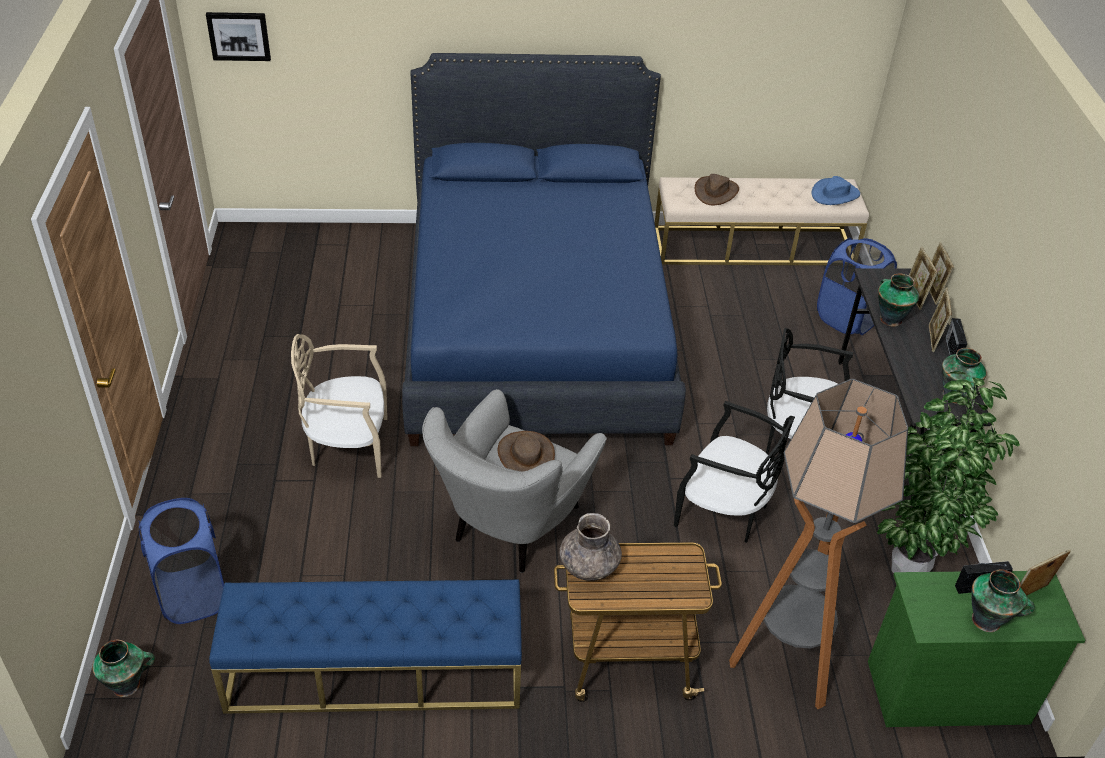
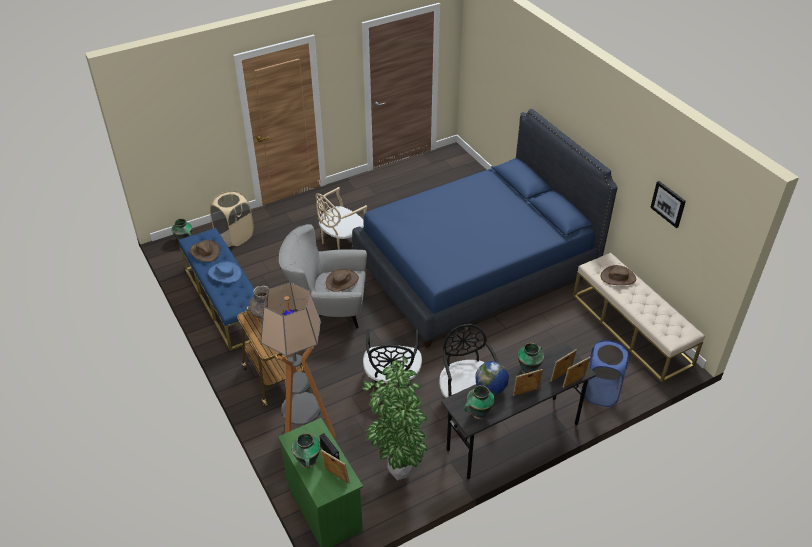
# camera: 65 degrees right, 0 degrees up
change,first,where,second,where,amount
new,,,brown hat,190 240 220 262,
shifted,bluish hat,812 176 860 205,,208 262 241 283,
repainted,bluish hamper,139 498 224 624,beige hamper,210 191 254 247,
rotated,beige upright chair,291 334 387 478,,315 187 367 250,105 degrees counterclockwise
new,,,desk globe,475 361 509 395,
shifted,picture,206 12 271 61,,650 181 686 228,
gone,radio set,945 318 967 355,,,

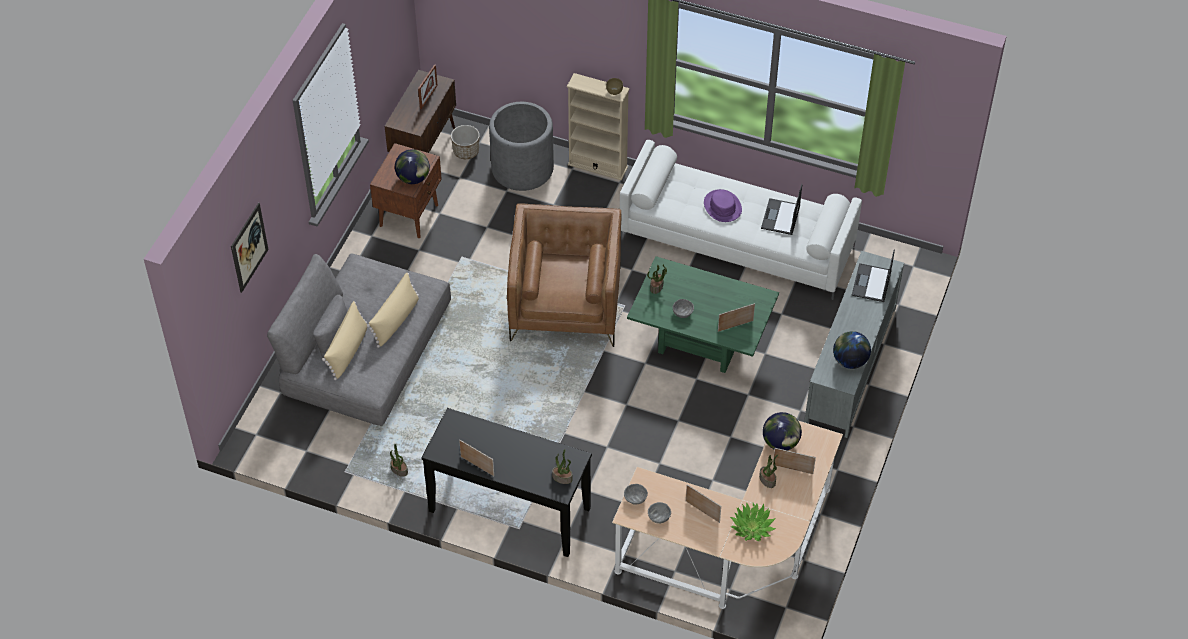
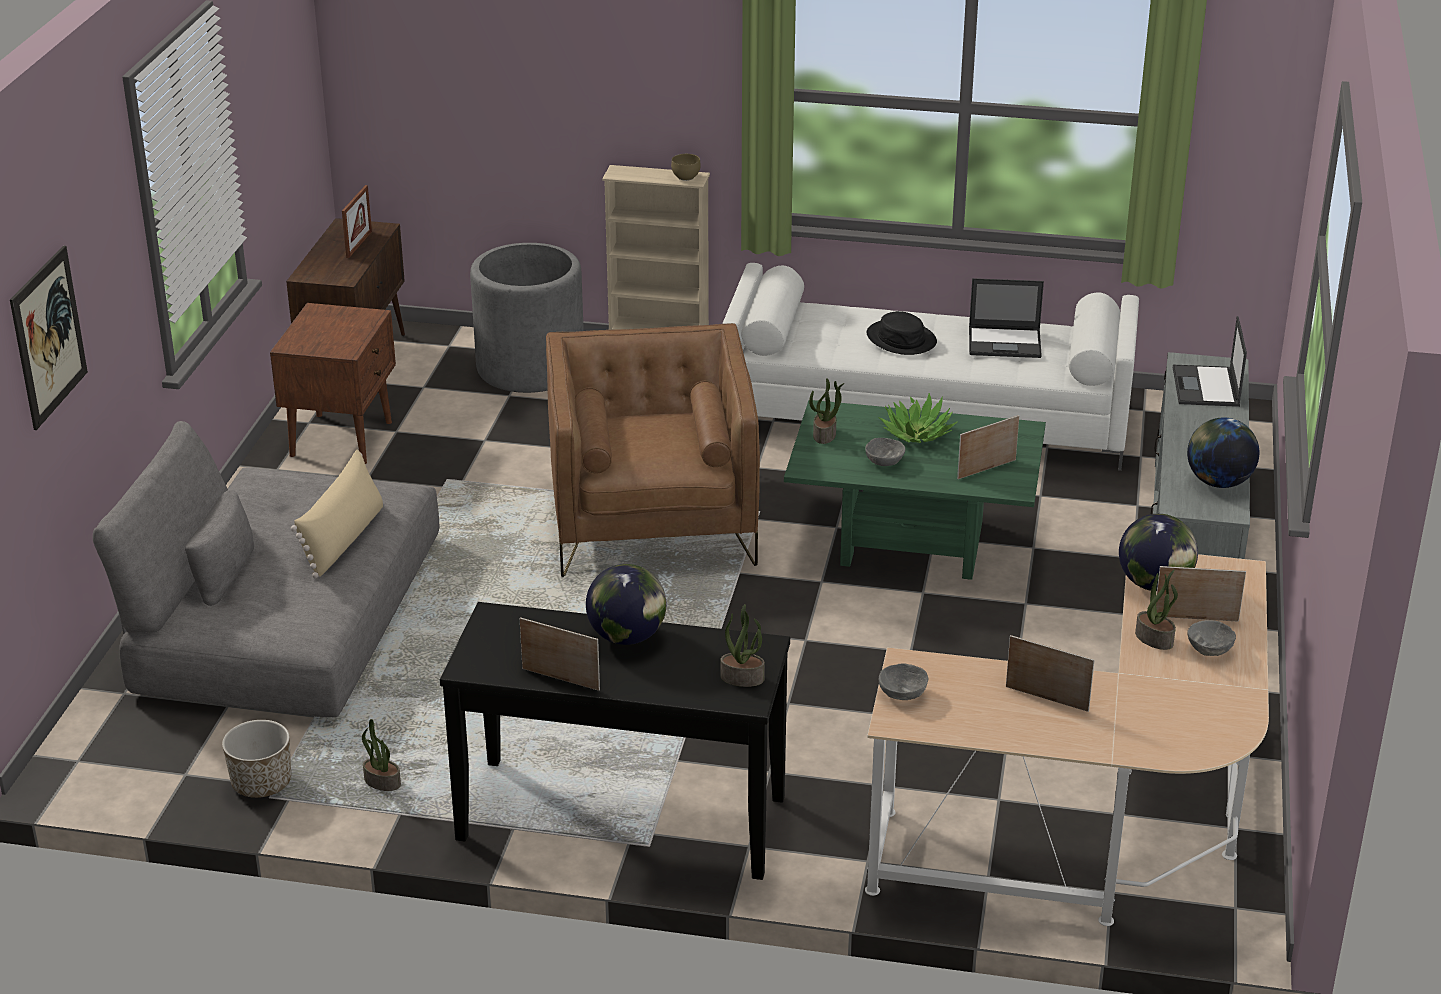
# camera: 10 degrees left, 20 degrees down
change,first,where,second,where,amount
shifted,plant pot,451 125 480 159,,222 720 291 798,
shifted,desk globe,395 149 430 184,,586 564 666 645,
repainted,purple hat,704 189 742 222,black-coloured hat,867 311 937 355,
shifted,potted plant,730 502 776 542,,879 393 957 443,
rotated,portable computer,761 184 802 235,,969 278 1044 358,90 degrees counterclockwise
shifted,grey deep dish,648 502 671 524,,1188 620 1236 656,
gone,beige cushion,322 301 367 380,,,

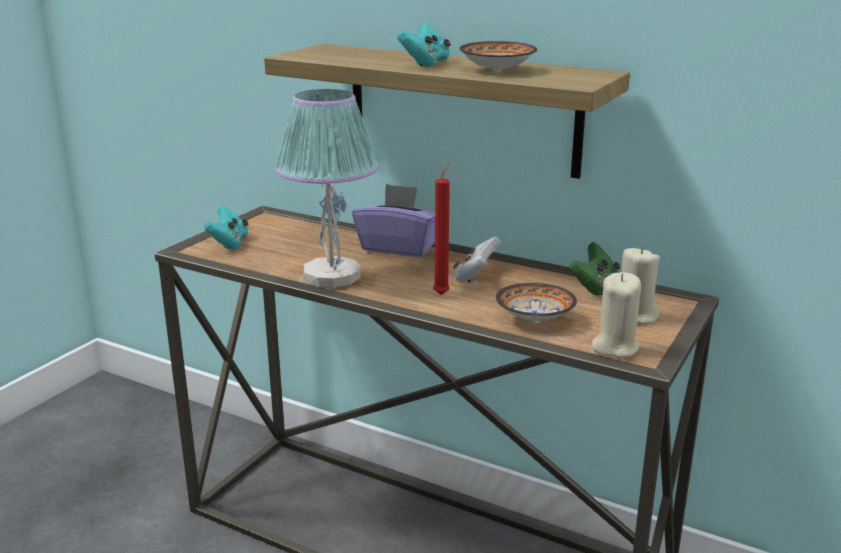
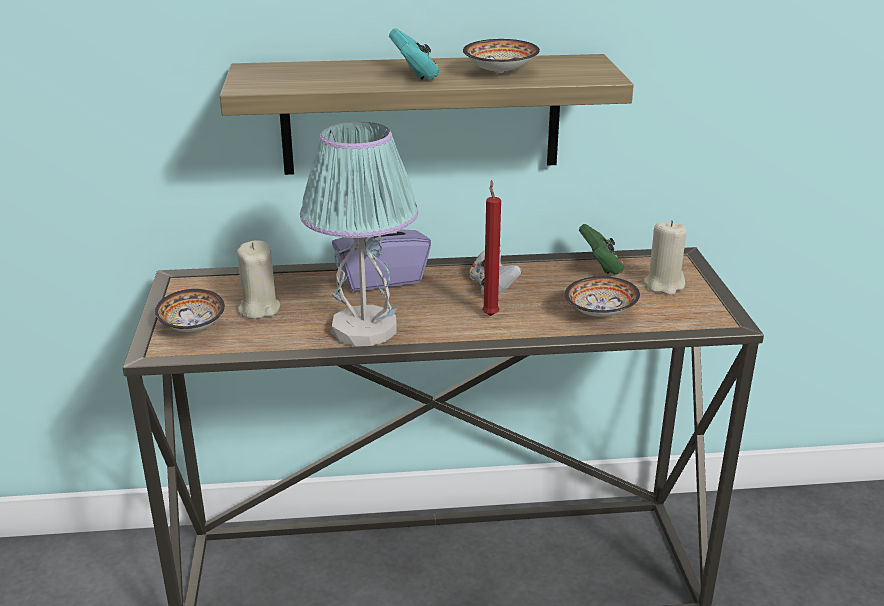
# camera: 35 degrees left, 5 degrees up
change,first,where,second,where,amount
swapped,turquoise-coloured game controller,204 205 249 250,deep dish,155 289 225 332,
shifted,beige wax candle,592 273 641 358,,237 240 280 319,

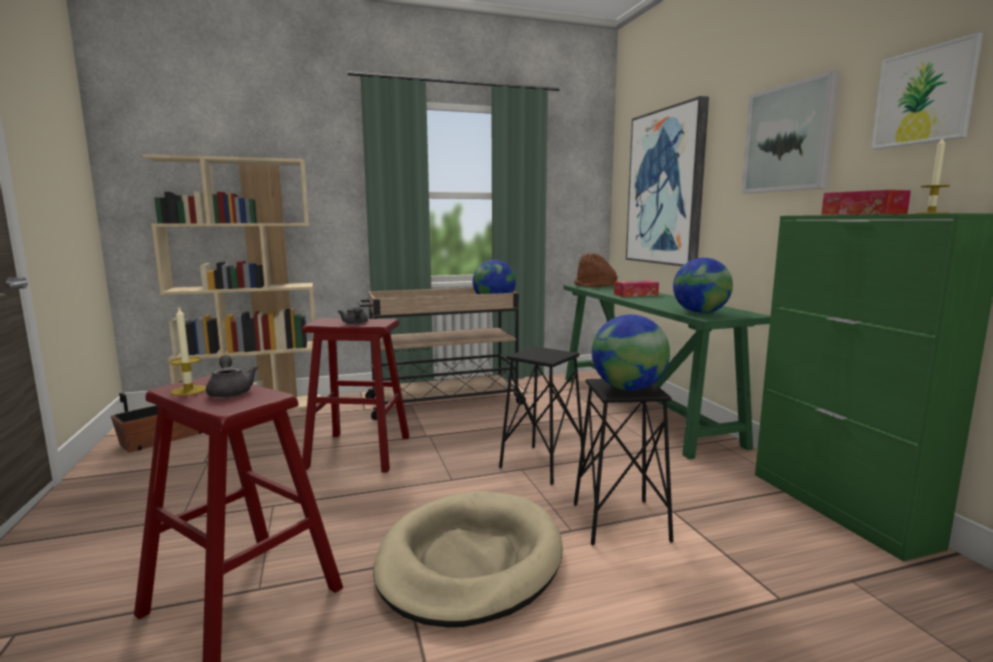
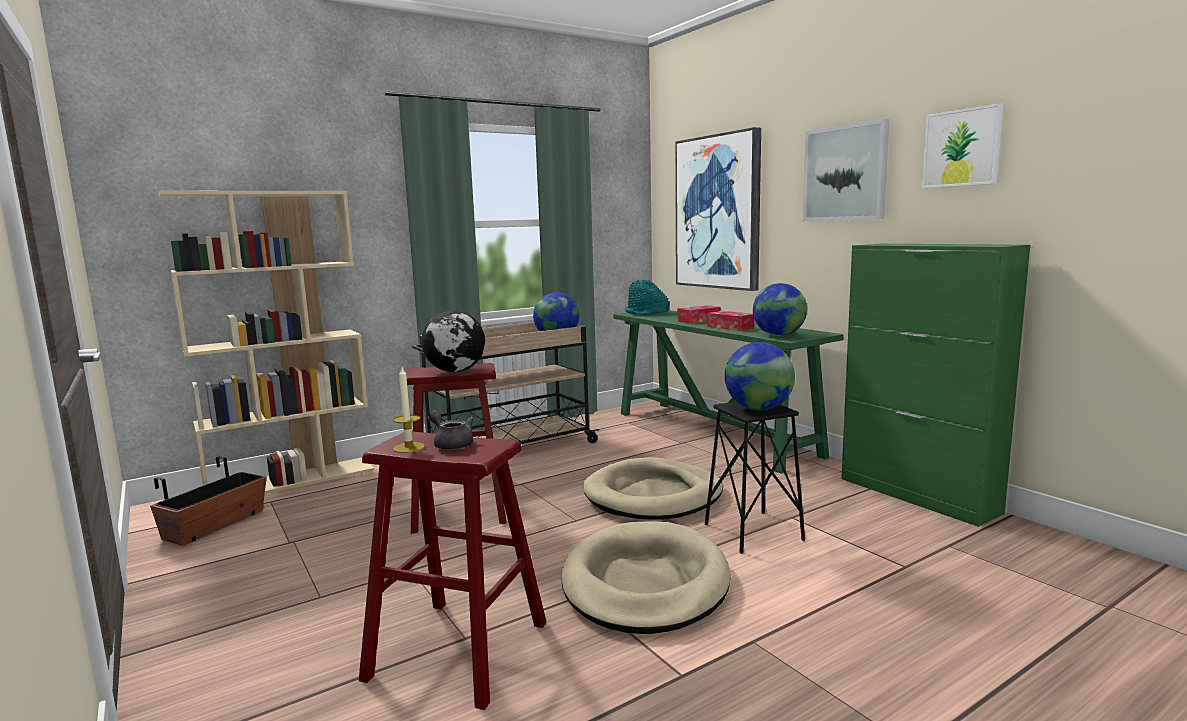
# camera: 15 degrees left, 0 degrees up
change,first,where,second,where,amount
swapped,grey tea pot,338 307 368 324,desk globe,421 311 485 372,
swapped,black-coloured stool,499 346 585 485,beige pet bed,583 457 723 520,
repainted,brown hat,574 254 617 287,turquoise-coloured hat,625 280 670 315,
shifted,tissue holder,821 190 911 215,,707 311 754 331,
gone,wax candle,914 137 950 214,,,

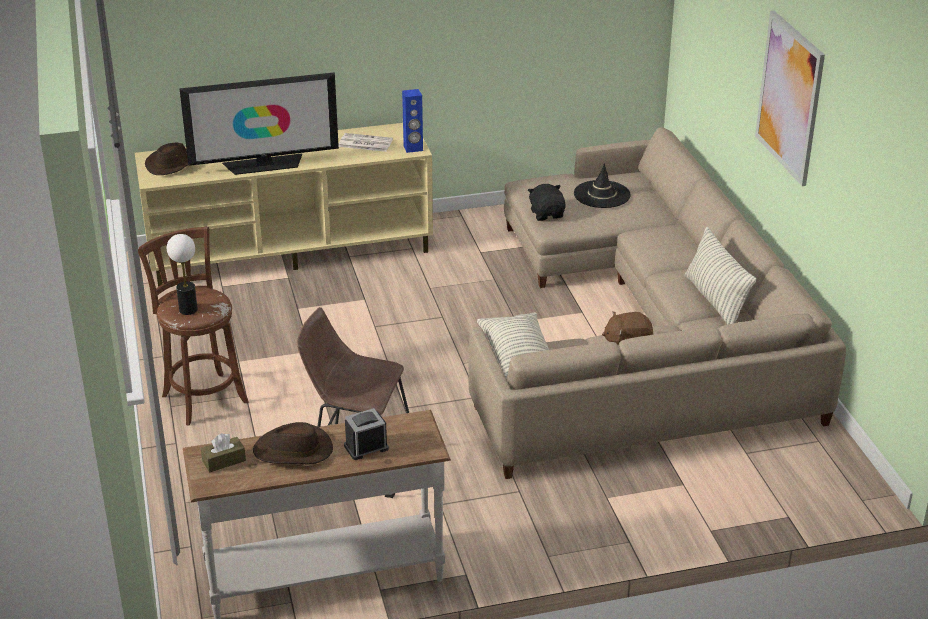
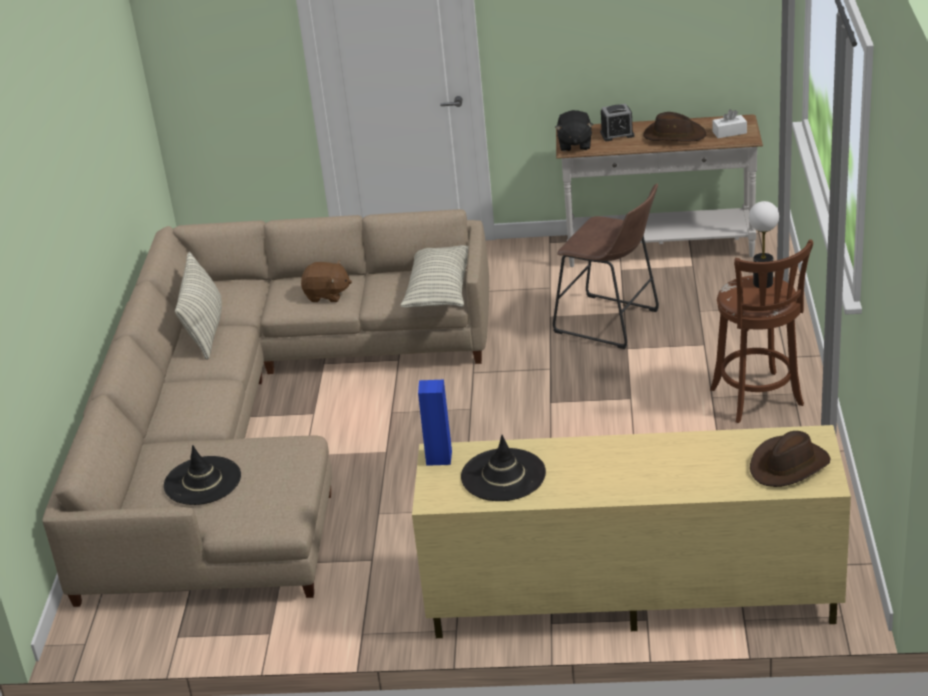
# camera: 160 degrees left, 0 degrees up
change,first,where,second,where,amount
swapped,printed paper,339 133 393 152,black-coloured hat,461 435 546 501,
shifted,black-coloured plush toy,528 184 566 221,,555 110 593 152,
repainted,brown tissue holder,201 433 246 472,white-coloured tissue holder,712 109 747 138,
gone,TV set,179 73 339 175,,,
gone,picture,755 11 825 186,,,

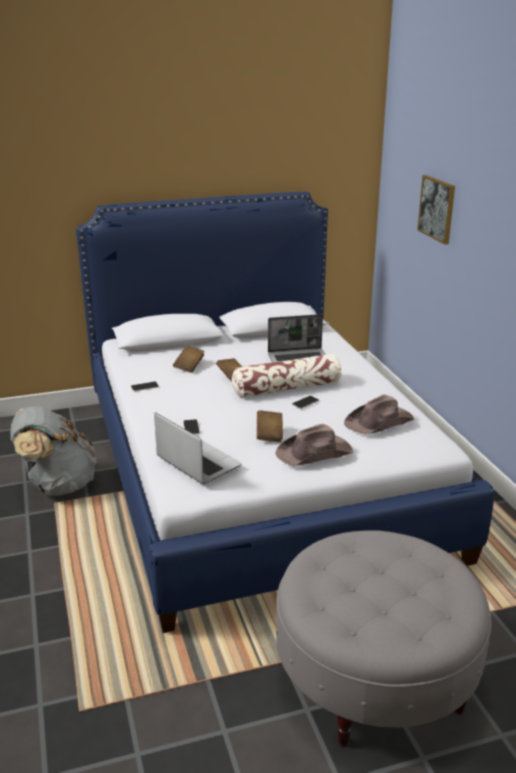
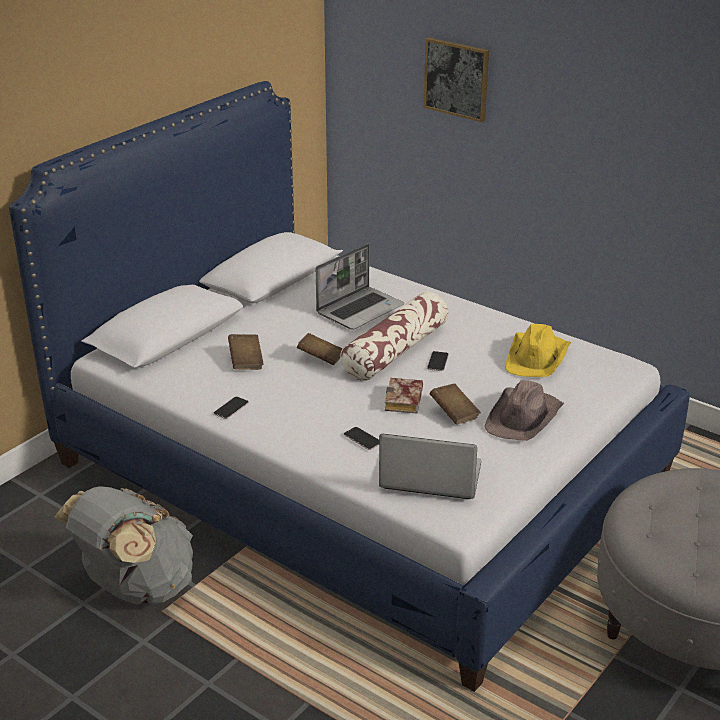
# camera: 35 degrees left, 5 degrees up
change,first,where,second,where,amount
new,,,bound book,385 378 423 414,
repainted,brown hat,344 395 414 434,yellow-coloured hat,505 324 571 377,

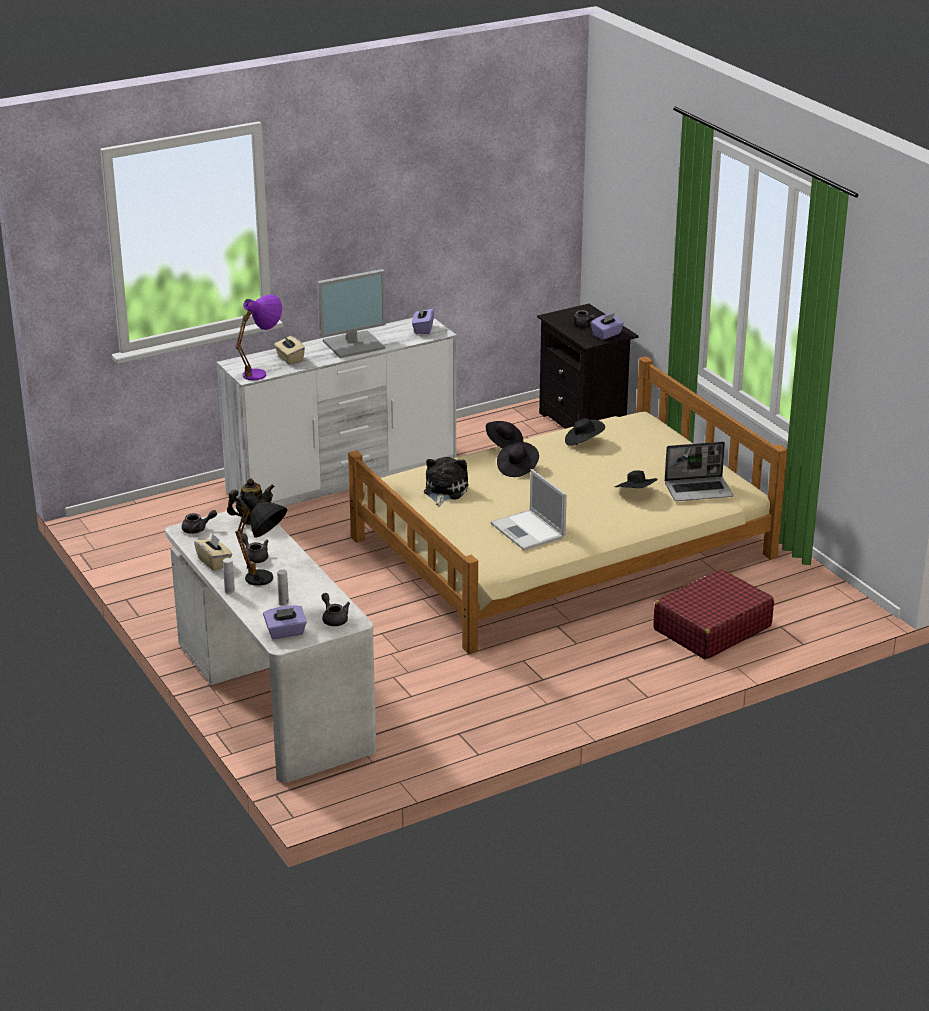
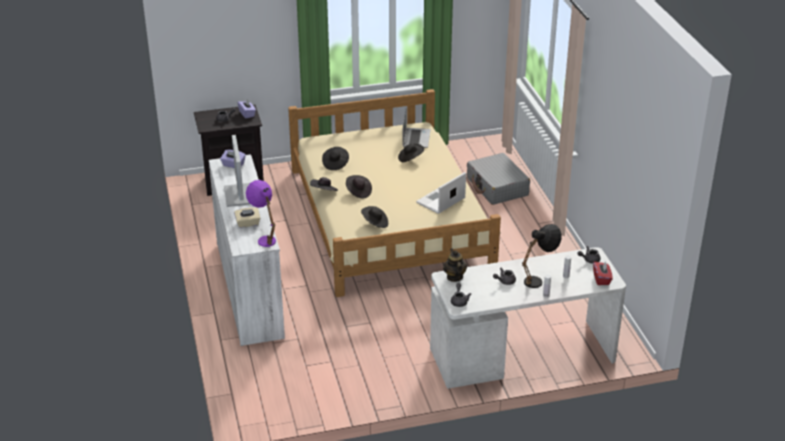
# camera: 75 degrees left, 5 degrees up
change,first,where,second,where,amount
swapped,plush toy,424 457 468 506,black-coloured hat,361 206 388 228,
rotated,portable computer,491 469 567 550,,416 172 466 214,150 degrees clockwise
repainted,reddish travel case,653 569 774 659,grey travel case,467 153 530 205,
repainted,purple tissue holder,263 605 307 639,reddish tissue holder,593 261 613 285,
gone,beige tissue holder,194 533 232 571,,,

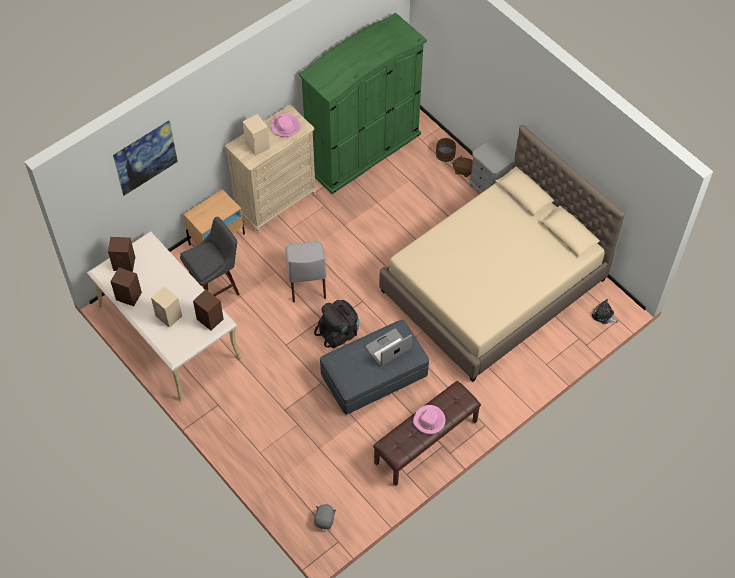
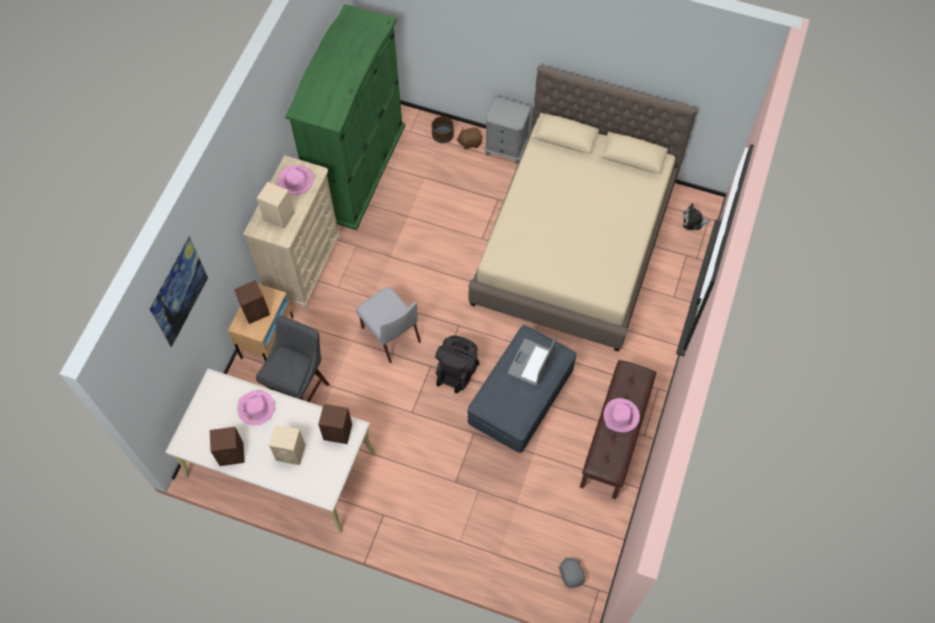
# camera: 30 degrees left, 5 degrees up
change,first,where,second,where,amount
shifted,brown audio speaker,108 237 135 272,,234 280 270 324,
new,,,pinkish hat,237 390 275 425,

